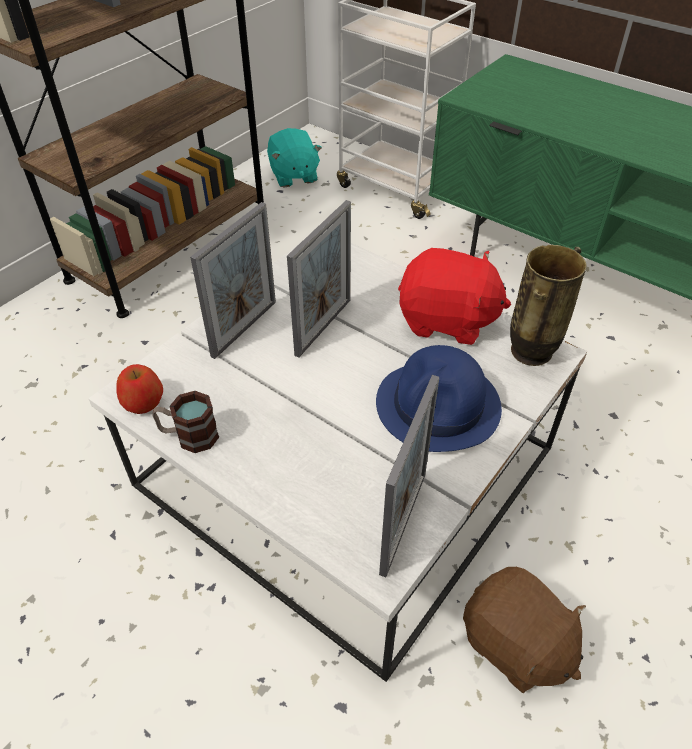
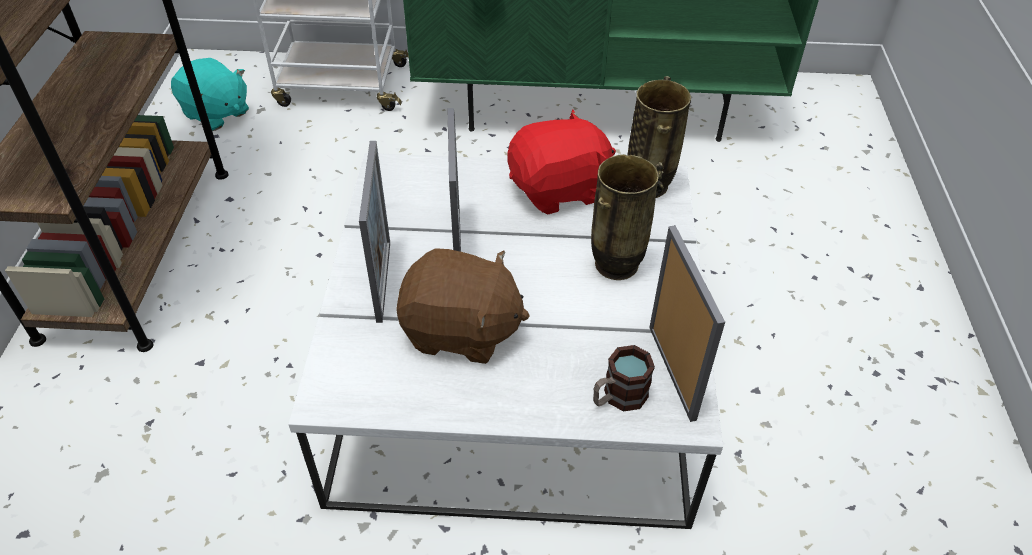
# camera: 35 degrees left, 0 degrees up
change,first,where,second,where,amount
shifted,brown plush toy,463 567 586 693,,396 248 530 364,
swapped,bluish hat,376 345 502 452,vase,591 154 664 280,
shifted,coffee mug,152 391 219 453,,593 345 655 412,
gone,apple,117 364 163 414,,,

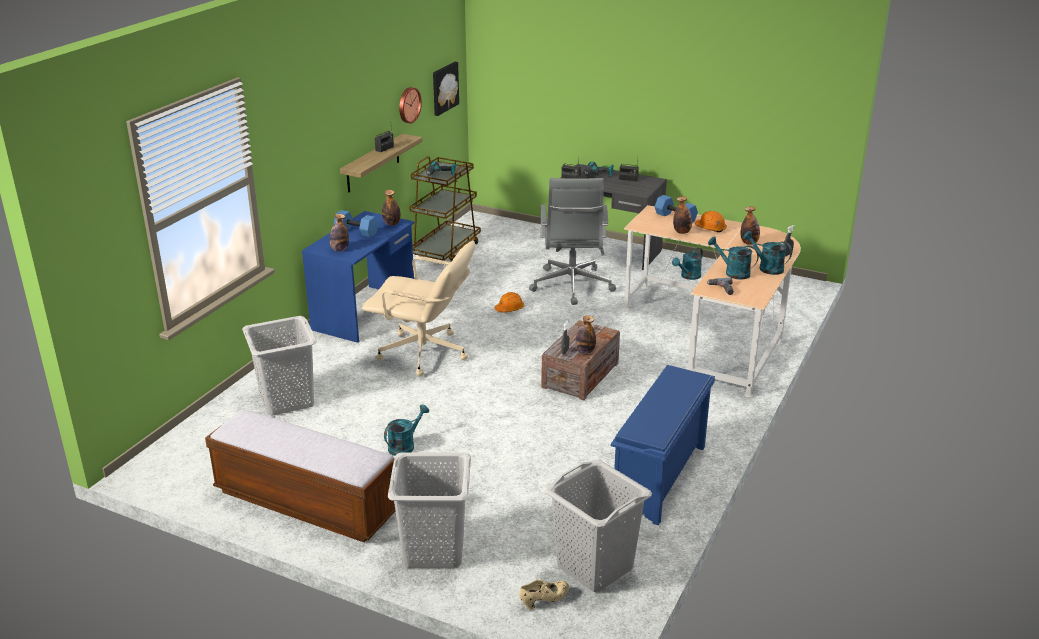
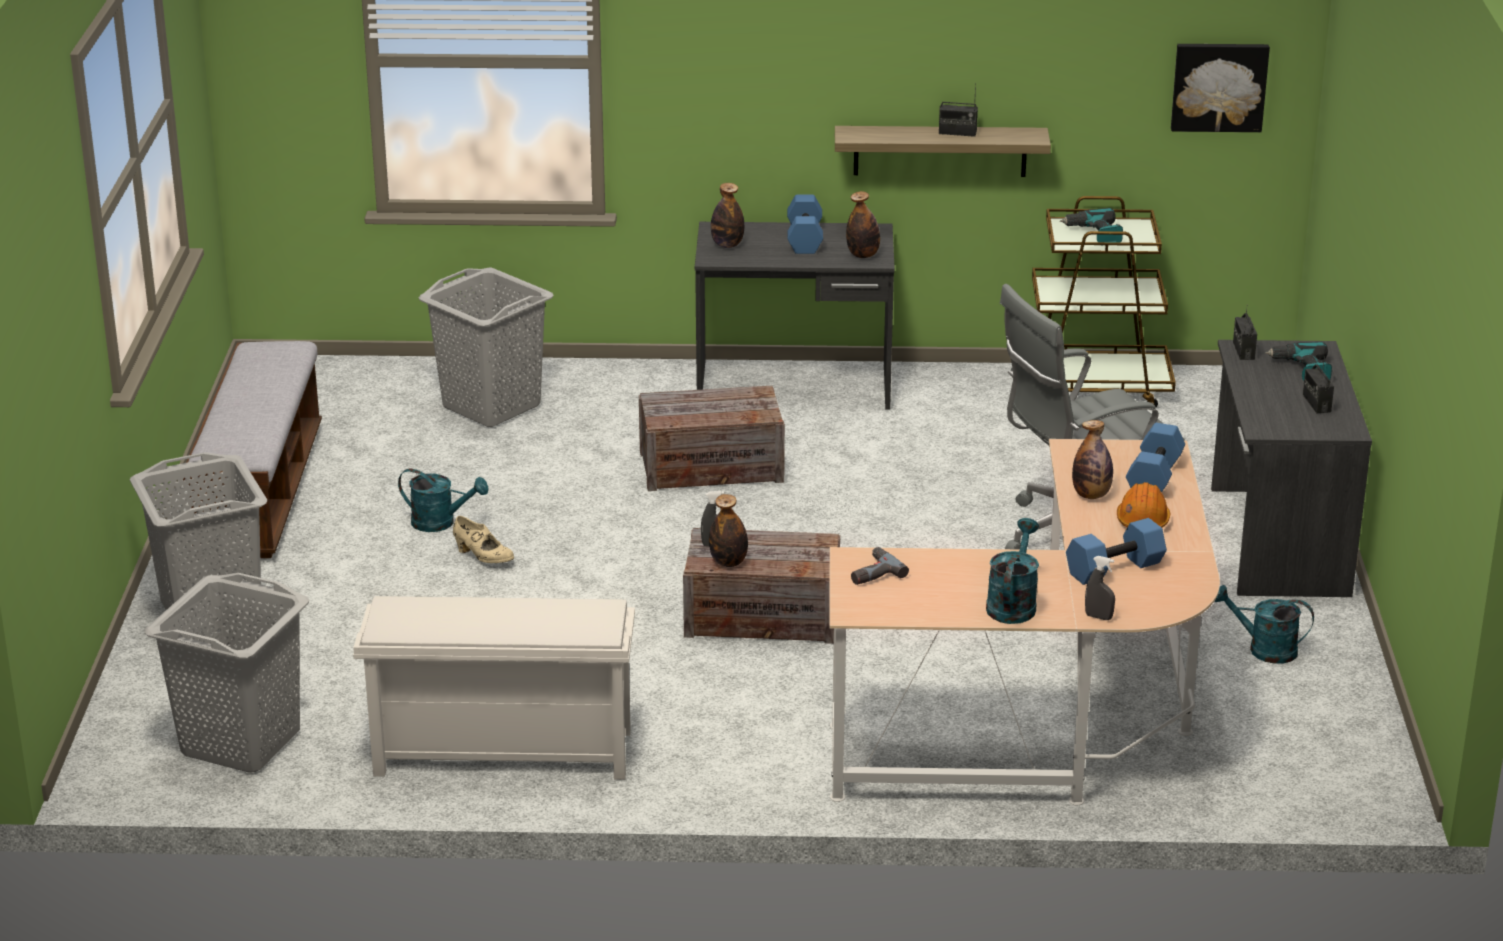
# camera: 65 degrees right, 0 degrees up
change,first,where,second,where,amount
repainted,bluish shoe rack,611 365 715 526,white-coloured shoe rack,353 596 635 780,
shifted,beige shoe,519 580 570 610,,453 516 514 563,
swapped,beige computer chair,362 241 475 376,packing crate,639 386 785 491,
repainted,bluish desk,302 211 414 343,grey desk,695 222 895 409,
swapped,drink bottle,740 206 760 245,bluish hand weight,1066 518 1167 585,
gone,hanging clock,399 87 422 123,,,
gone,orange safety helmet,495 292 524 313,,,
gone,turquoise-coloured sprinkling can,708 236 759 280,,,

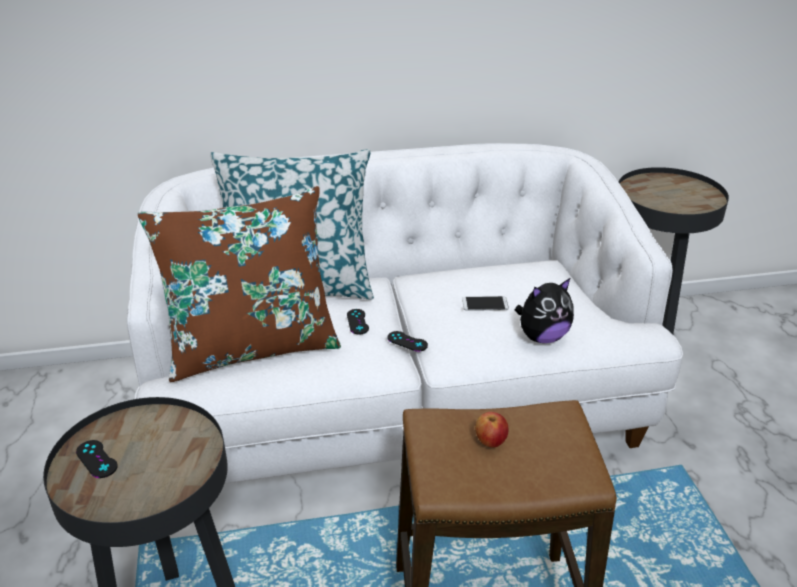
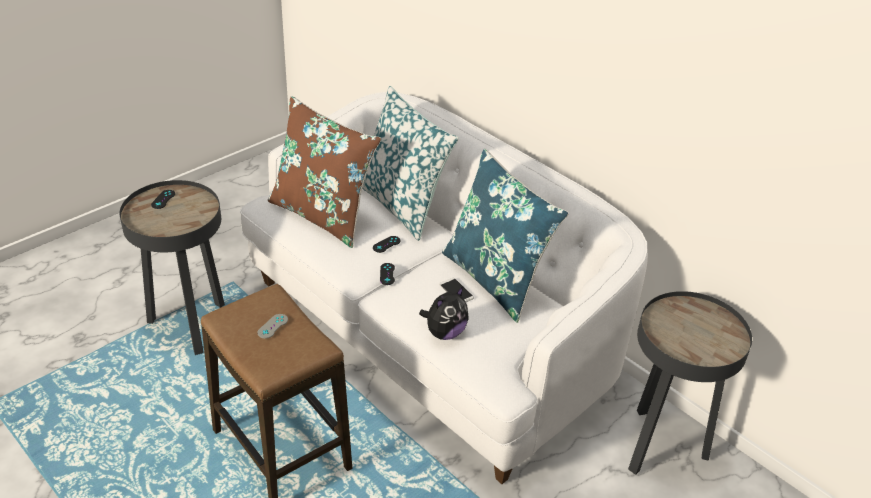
# camera: 55 degrees right, 5 degrees up
change,first,where,second,where,amount
swapped,apple,475 412 508 448,grey game controller,257 314 288 339,
rotated,plush toy,515 278 574 343,,419 286 469 340,75 degrees counterclockwise
new,,,bluish cushion,442 148 569 323,

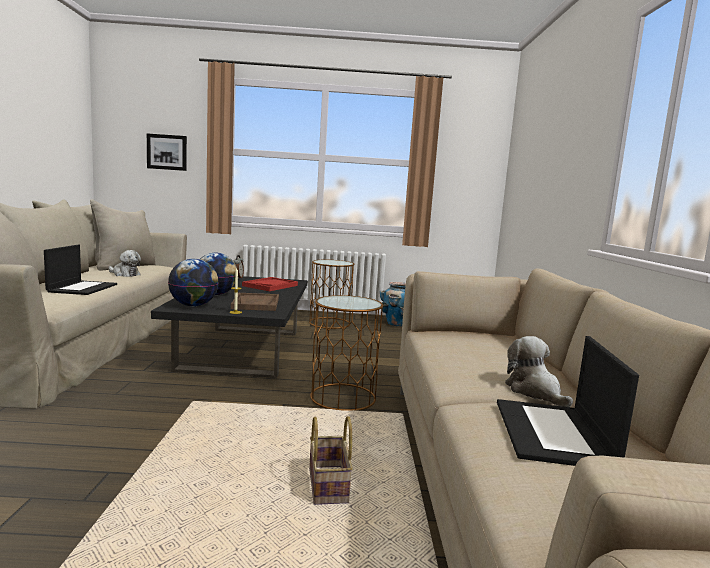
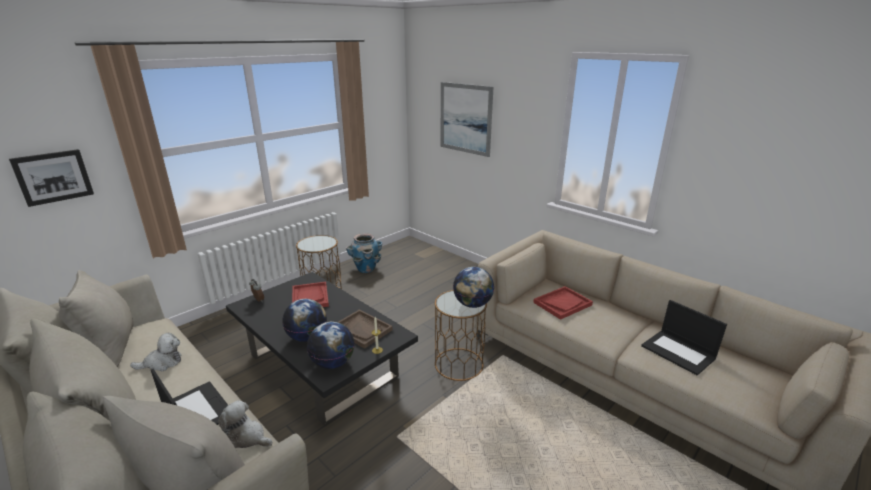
# camera: 45 degrees left, 15 degrees up
change,first,where,second,where,amount
shifted,plush toy,505 336 573 407,,218 400 273 448,
new,,,picture,440 82 493 157,
new,,,desk globe,453 267 494 308,
new,,,reddish tray,533 286 593 320,
gone,basket,309 416 353 505,,,

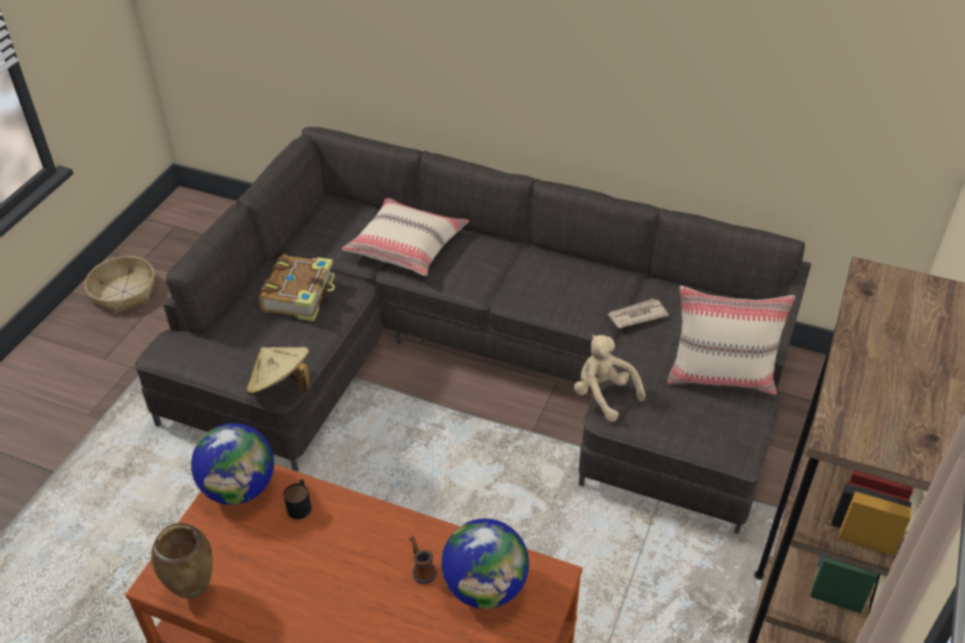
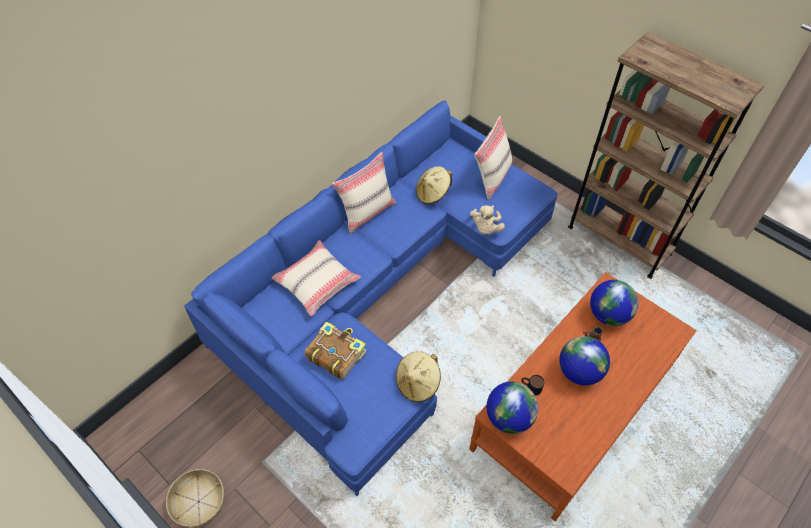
# camera: 70 degrees left, 10 degrees up
change,first,where,second,where,amount
repainted,grey sofa,135 127 811 534,bluish sofa,184 100 558 496,
new,,,beige cushion,332 152 397 234,
swapped,printed paper,607 299 669 328,beige hat,416 166 452 204,
rotated,beige plush toy,574 335 646 422,,470 205 505 234,60 degrees counterclockwise
new,,,desk globe,559 336 610 386,
gone,brown vase,151 523 213 599,,,

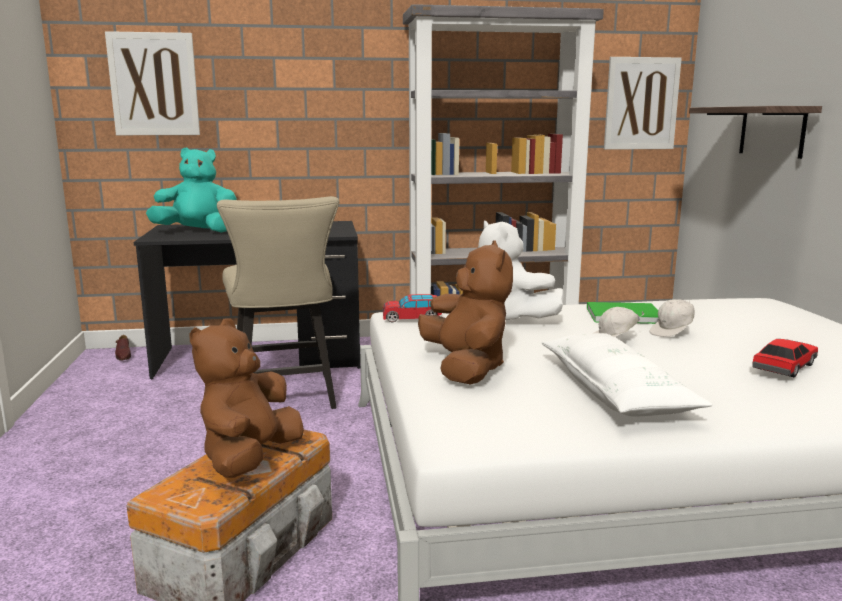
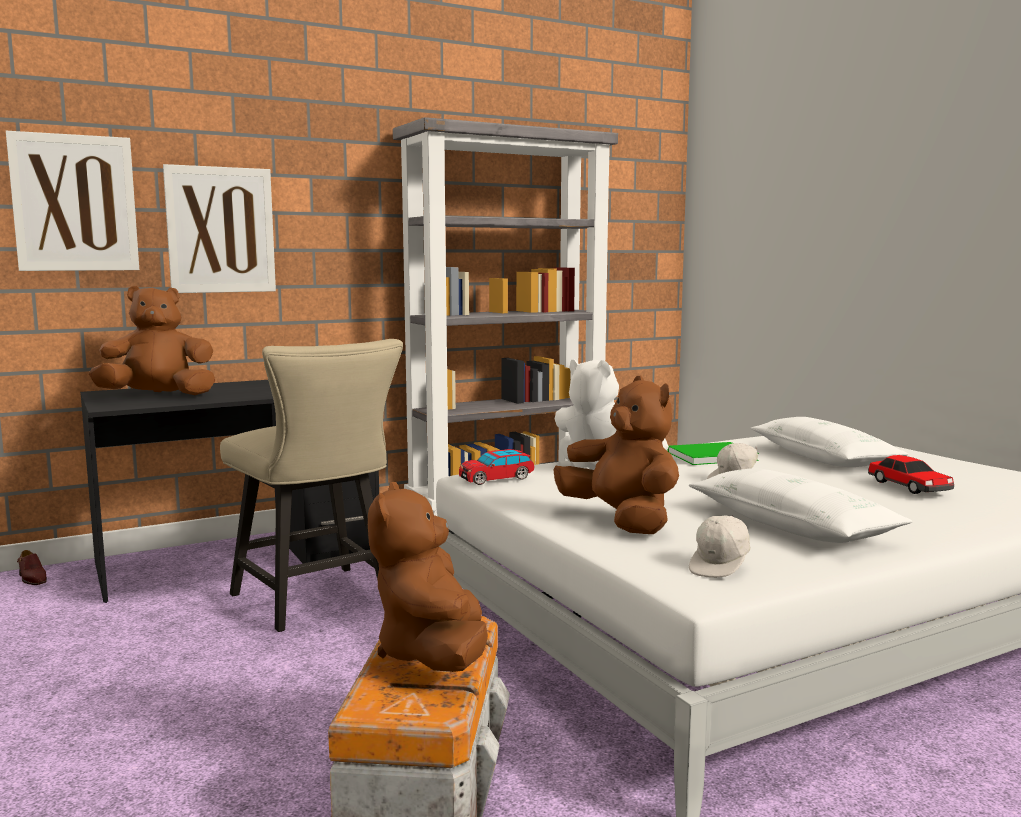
# camera: 20 degrees left, 5 degrees down
change,first,where,second,where,amount
repainted,turquoise-coloured plush toy,146 147 237 233,brown plush toy,89 286 215 395,
shifted,picture,604 57 682 150,,163 164 276 293,
shifted,white-coloured baseball cap,649 299 694 337,,689 515 751 578,
new,,,white-coloured cushion,750 417 908 467,
rotated,miniature car,752 339 818 377,,868 455 954 494,135 degrees clockwise
gone,wall shelf,689 106 822 159,,,

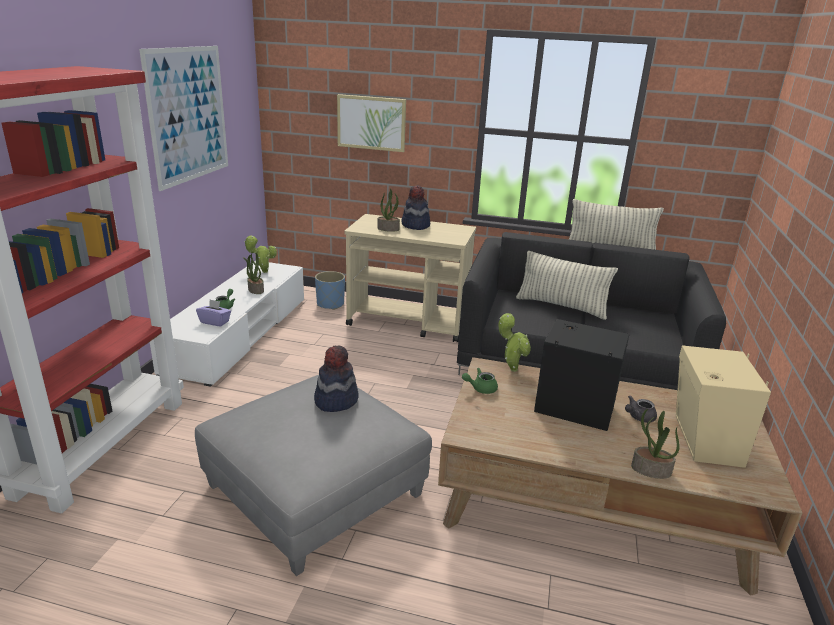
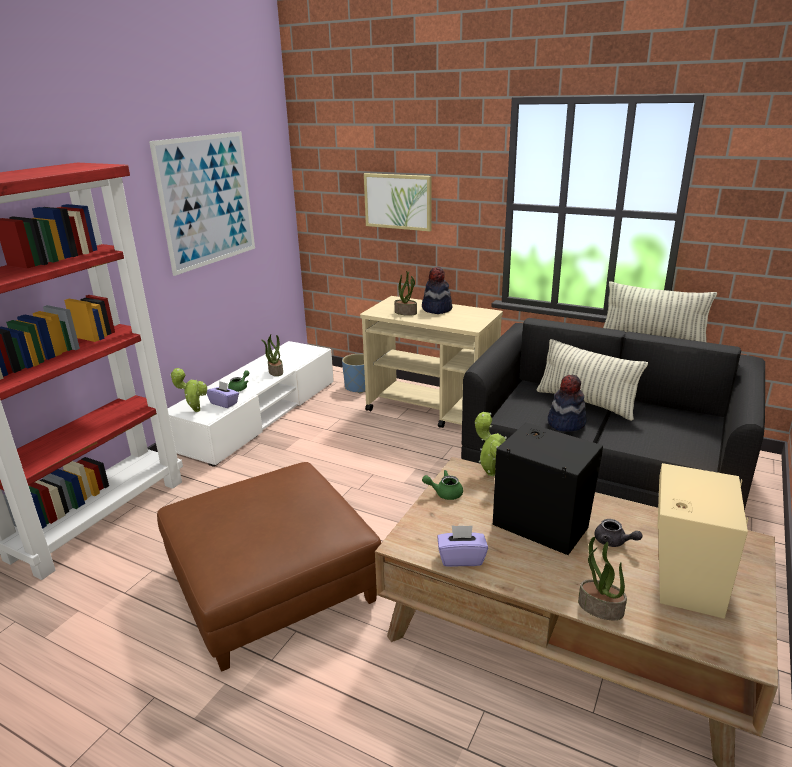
# camera: 15 degrees right, 0 degrees up
change,first,where,second,where,amount
repainted,grey footrest,195 375 432 576,brown footrest,157 462 381 672,
shifted,potted plant,244 235 277 273,,170 368 207 412,
new,,,purple tissue holder,437 525 488 567,
shifted,hat,314 345 359 412,,548 375 587 432,
rotated,grey tea pot,625 395 657 423,,594 519 642 547,120 degrees counterclockwise

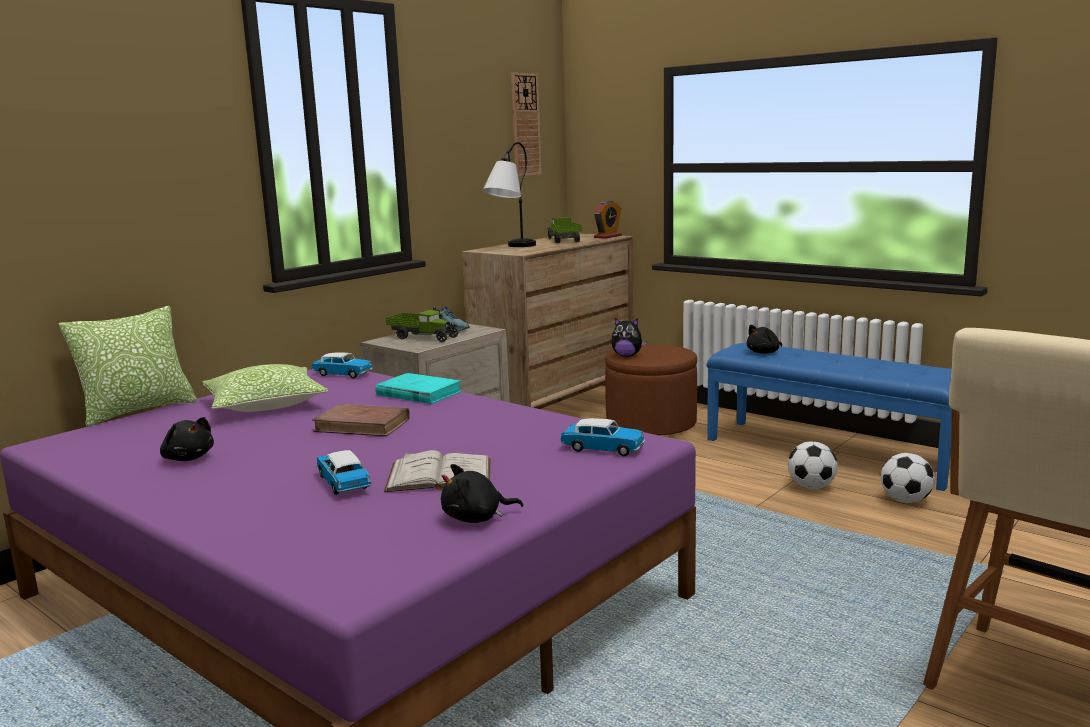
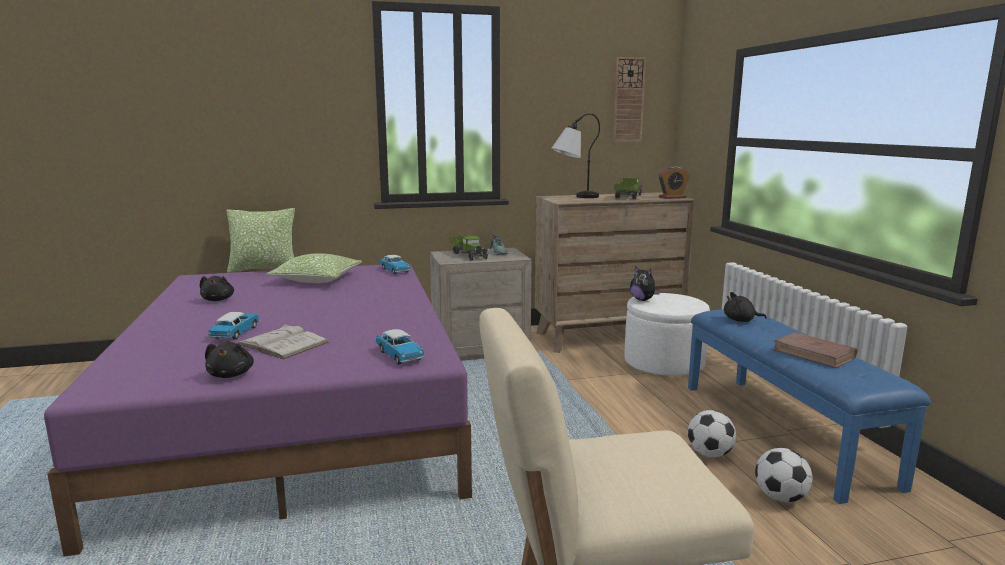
# camera: 35 degrees right, 0 degrees up
change,first,where,second,where,amount
rotated,black-coloured plush toy,441 464 523 523,,205 342 254 378,120 degrees counterclockwise
repainted,brown footrest,605 344 697 435,white-coloured footrest,624 293 710 376,
shifted,brown bound book,312 404 410 436,,773 332 857 368,
gone,turquoise-coloured bound book,375 373 462 404,,,

